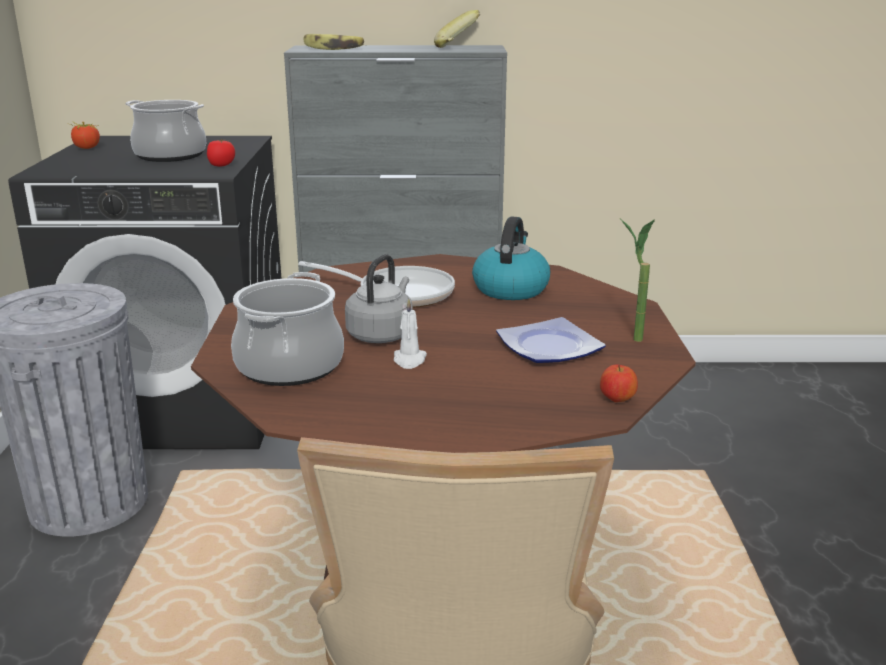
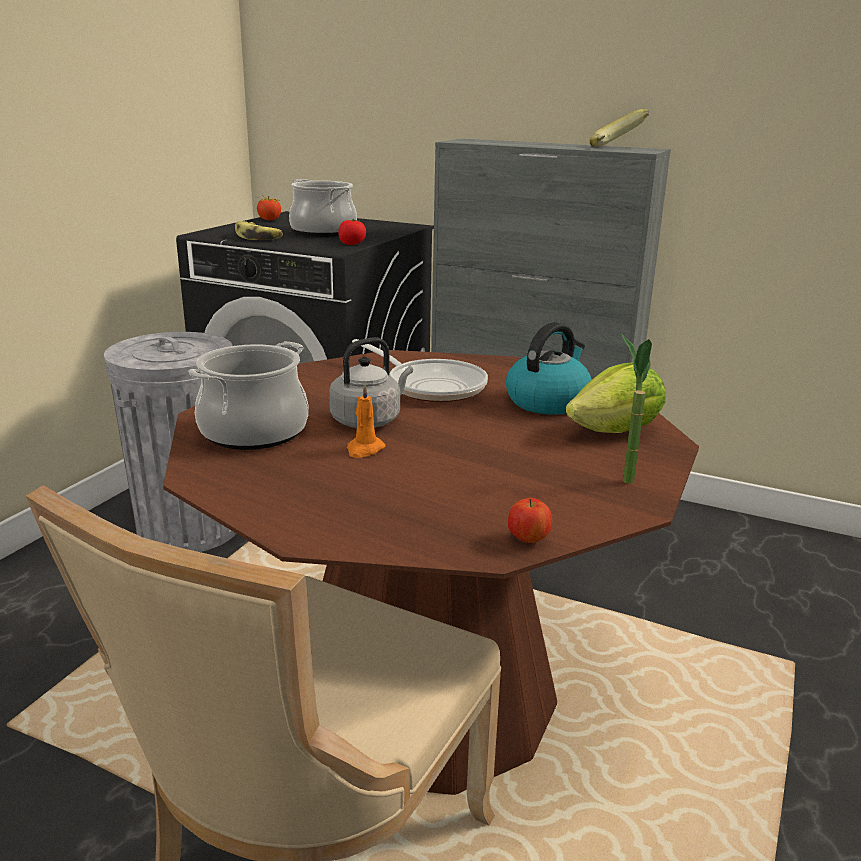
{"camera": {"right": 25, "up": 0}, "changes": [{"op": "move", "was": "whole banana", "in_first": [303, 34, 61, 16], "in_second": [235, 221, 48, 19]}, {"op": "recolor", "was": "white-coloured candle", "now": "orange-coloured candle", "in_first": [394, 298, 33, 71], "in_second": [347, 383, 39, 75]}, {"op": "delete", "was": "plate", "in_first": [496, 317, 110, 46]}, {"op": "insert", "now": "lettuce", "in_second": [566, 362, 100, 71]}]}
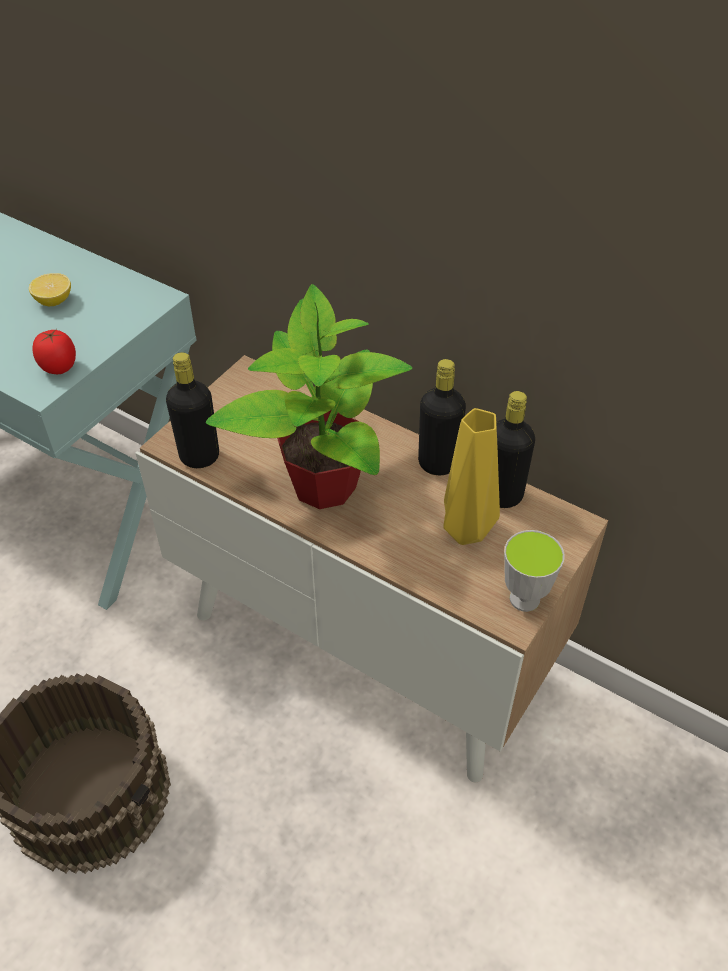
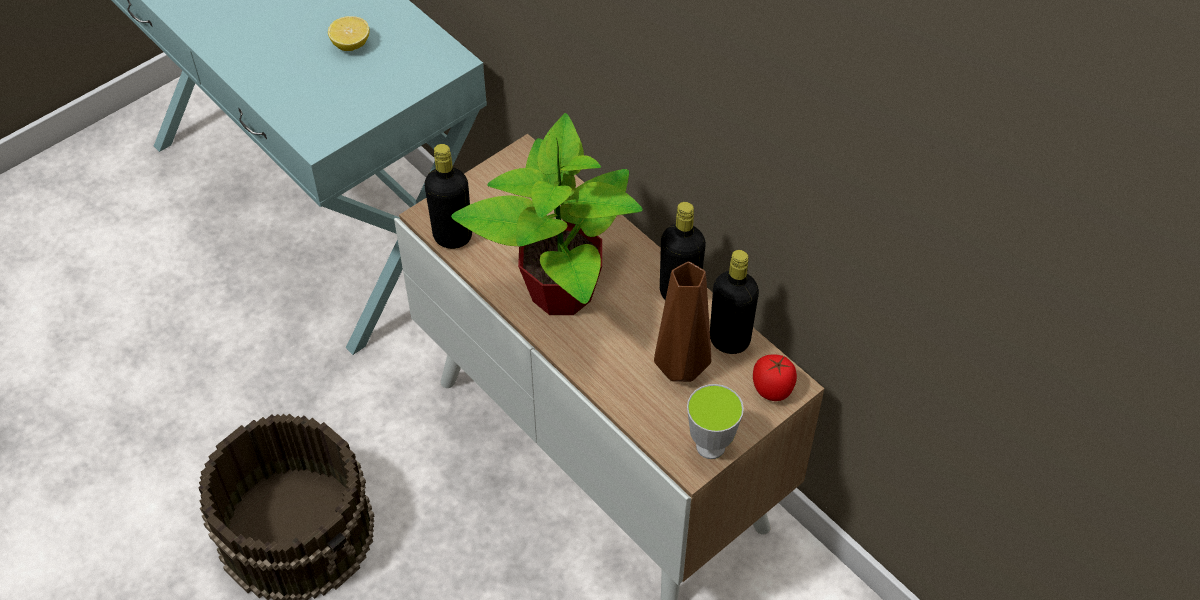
{"camera": {"right": 15, "up": 5}, "changes": [{"op": "move", "was": "fresh tomato", "in_first": [32, 330, 44, 44], "in_second": [753, 355, 44, 46]}, {"op": "recolor", "was": "yellowish vase", "now": "brown vase", "in_first": [443, 408, 57, 137], "in_second": [654, 261, 57, 121]}]}
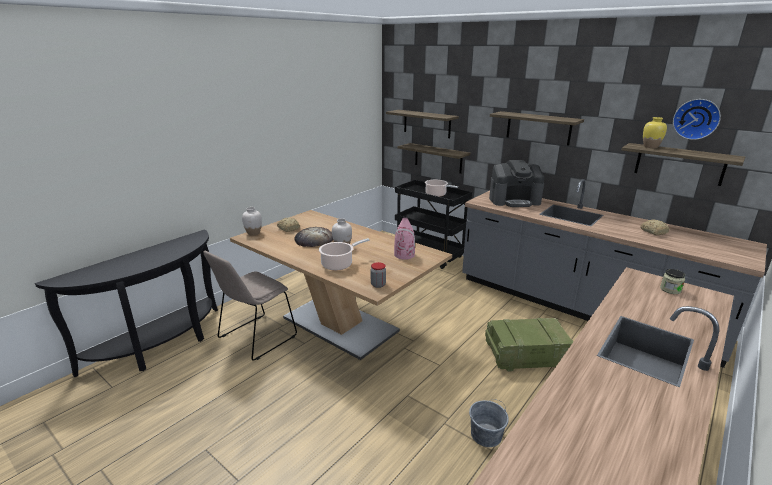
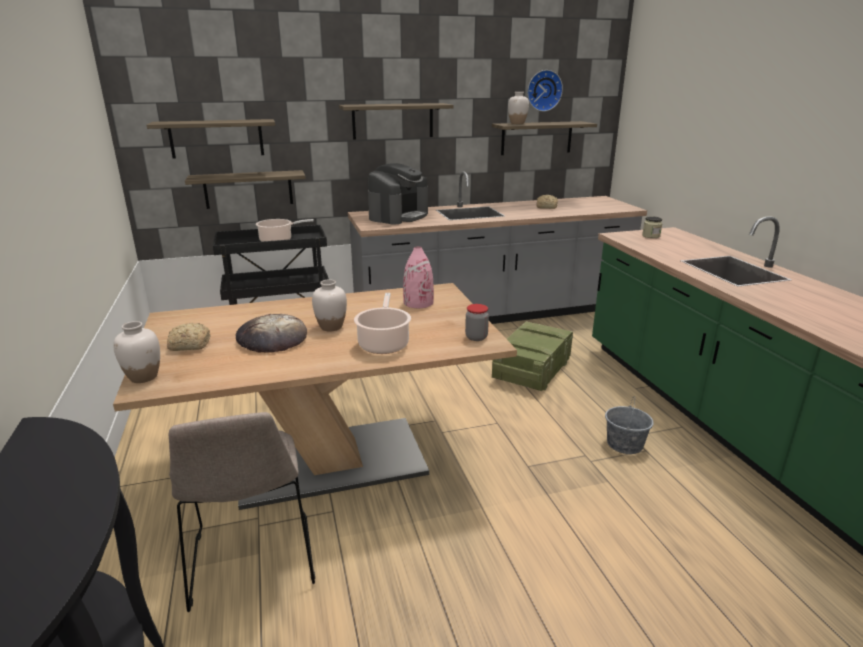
{"camera": {"right": -55, "up": 0}, "changes": [{"op": "recolor", "was": "yellowish vase", "now": "white-coloured vase", "in_first": [643, 117, 24, 31], "in_second": [508, 92, 21, 32]}]}
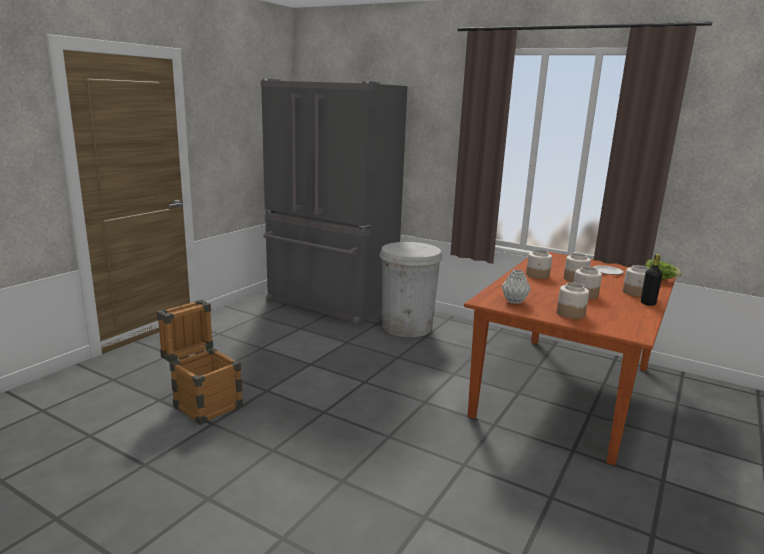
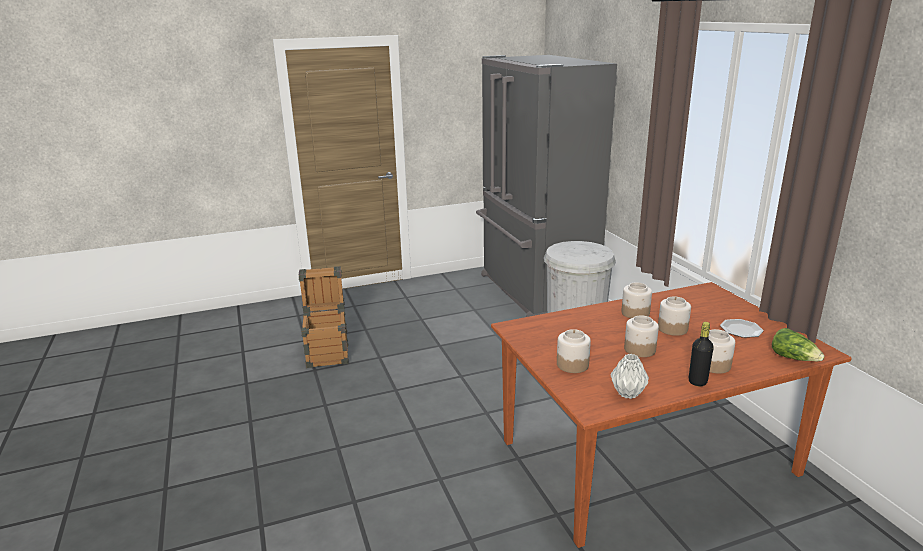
{"camera": {"right": 40, "up": 5}, "changes": [{"op": "move", "was": "gray vase", "in_first": [502, 270, 29, 34], "in_second": [610, 354, 39, 45]}]}
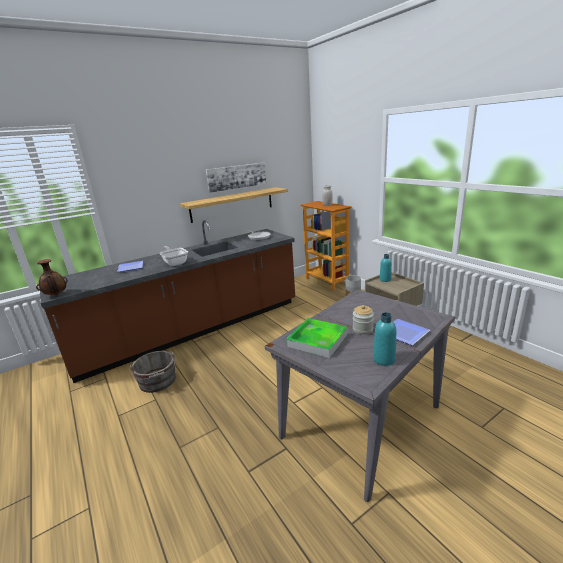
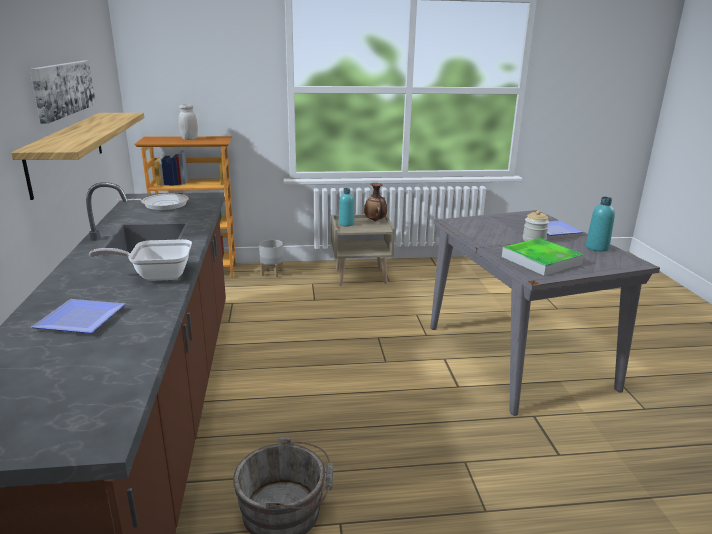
{"camera": {"right": -65, "up": 0}, "changes": [{"op": "move", "was": "vase", "in_first": [36, 259, 32, 36], "in_second": [364, 183, 23, 38]}]}
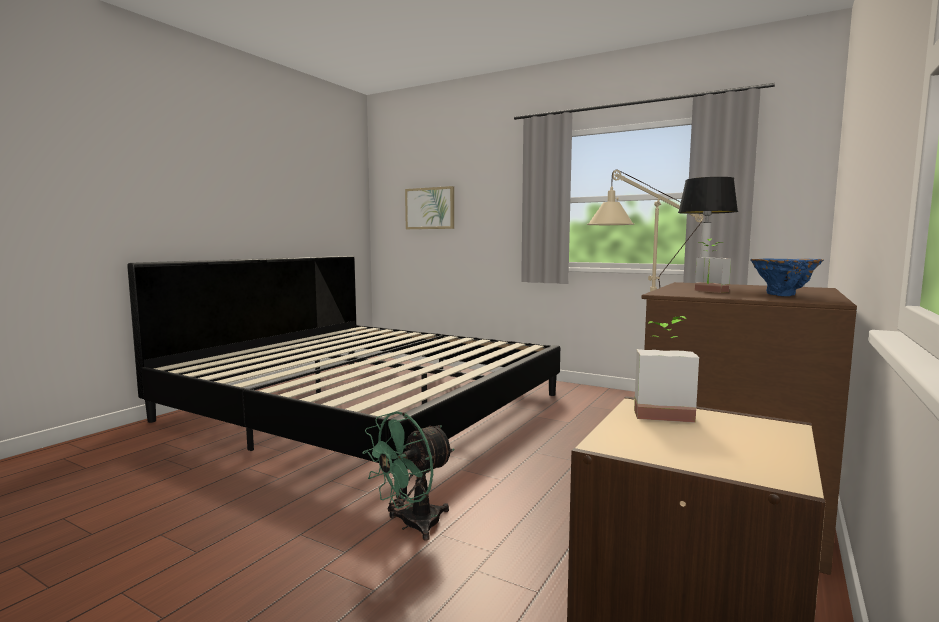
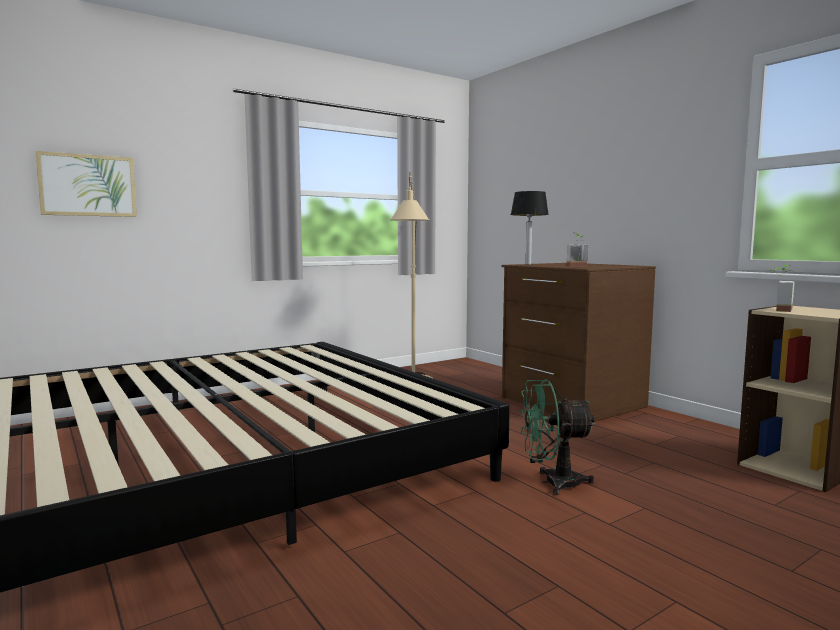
{"camera": {"right": -65, "up": 0}, "changes": [{"op": "delete", "was": "blue-coloured vase", "in_first": [750, 258, 74, 38]}, {"op": "rotate", "was": "green-coloured fan", "in_first": [362, 411, 92, 130], "in_second": [520, 379, 75, 116], "clockwise": 105}]}
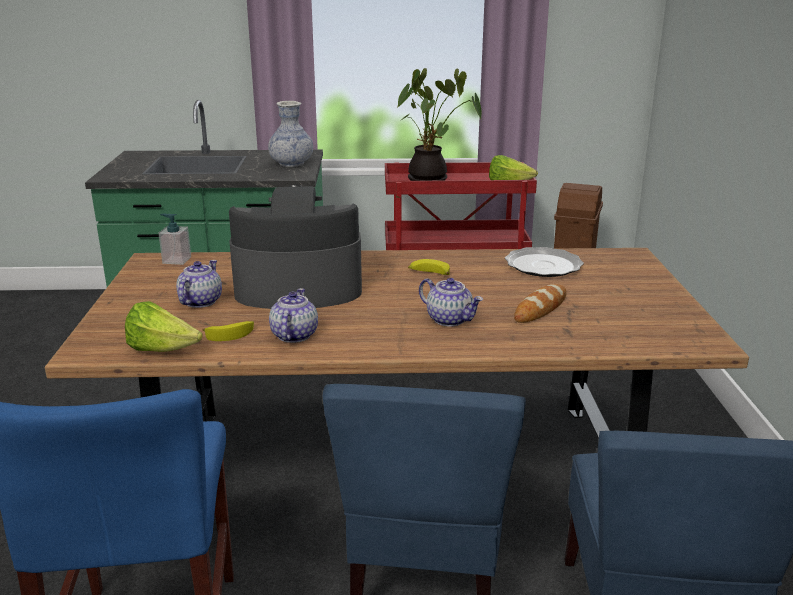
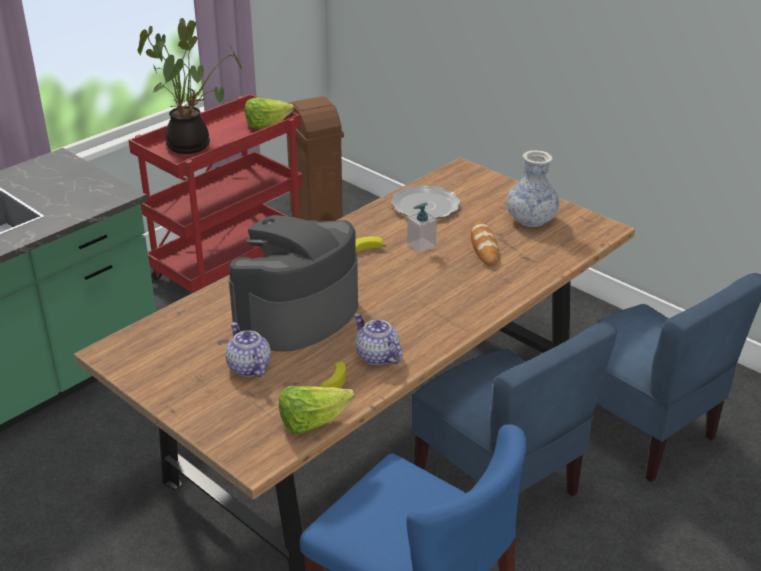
{"camera": {"right": -45, "up": 10}, "changes": [{"op": "move", "was": "vase", "in_first": [268, 101, 45, 66], "in_second": [507, 150, 53, 77]}, {"op": "move", "was": "liquid soap bottle", "in_first": [158, 214, 33, 51], "in_second": [407, 203, 30, 50]}, {"op": "delete", "was": "teapot", "in_first": [419, 278, 64, 49]}]}
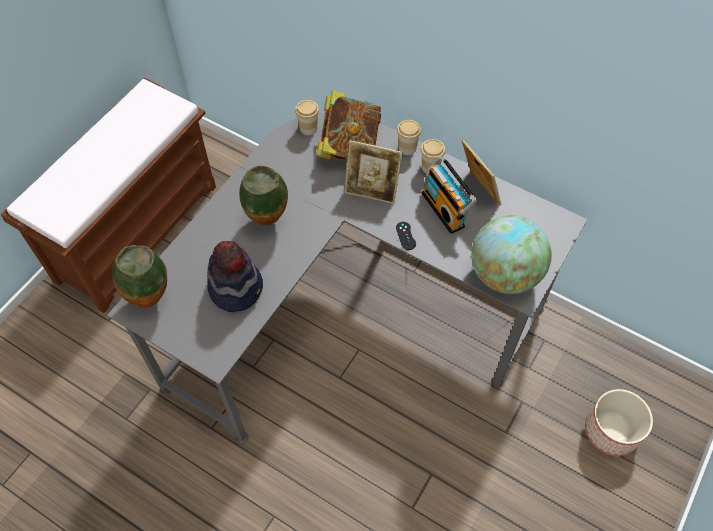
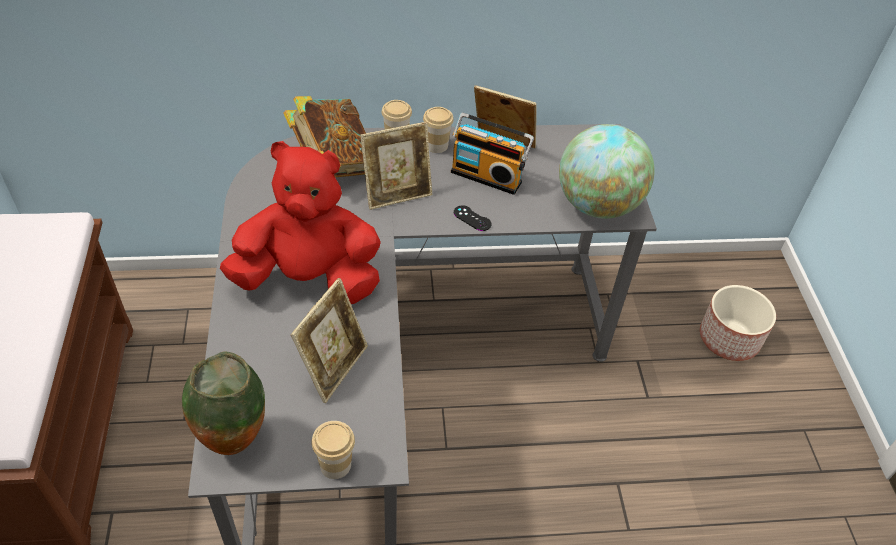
{"camera": {"right": -40, "up": -10}, "changes": [{"op": "move", "was": "small cup", "in_first": [295, 100, 24, 35], "in_second": [311, 421, 44, 58]}, {"op": "replace", "was": "vase", "now": "red-coloured soft toy", "in_first": [239, 166, 49, 60], "in_second": [220, 141, 161, 163]}, {"op": "replace", "was": "hat", "now": "standing frame", "in_first": [207, 241, 56, 71], "in_second": [291, 278, 77, 125]}]}
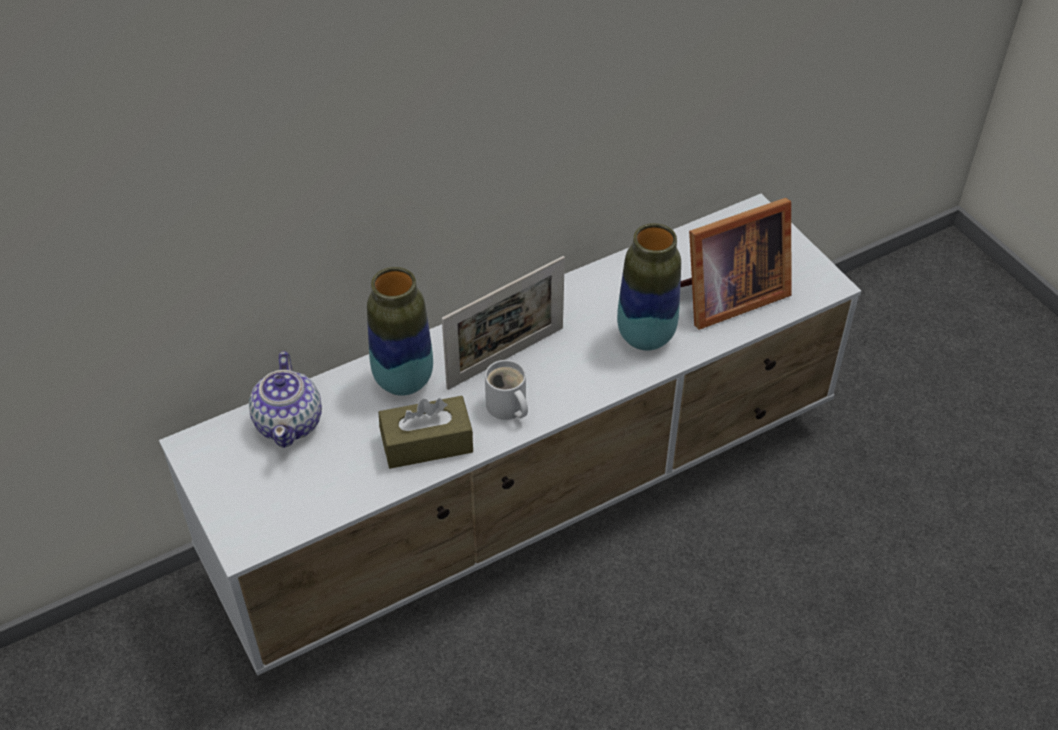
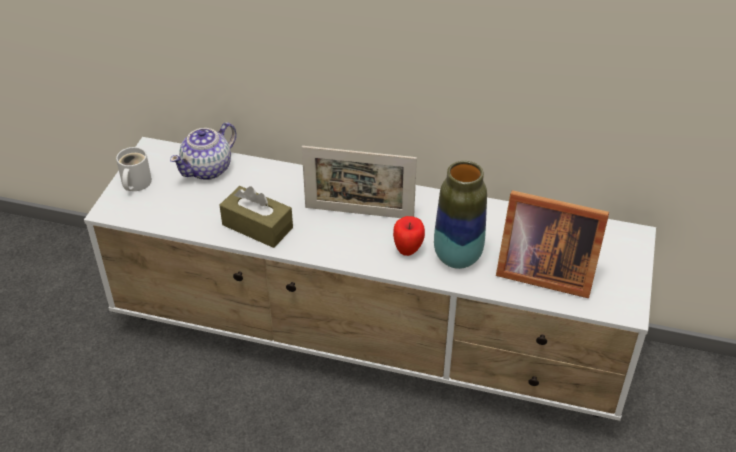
{"camera": {"right": 45, "up": -5}, "changes": [{"op": "delete", "was": "vase", "in_first": [367, 267, 66, 129]}, {"op": "move", "was": "white-coloured mug", "in_first": [485, 360, 43, 60], "in_second": [116, 147, 36, 44]}, {"op": "insert", "now": "whole apple", "in_second": [393, 216, 32, 40]}]}
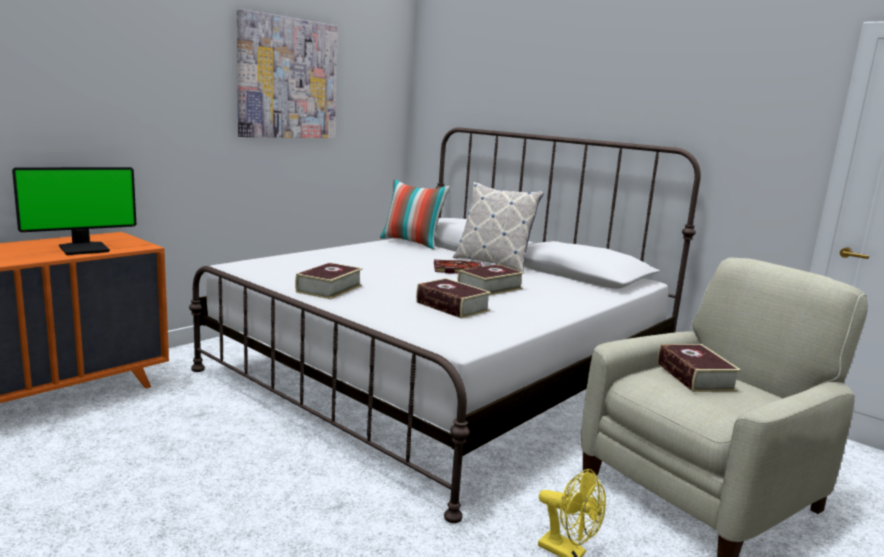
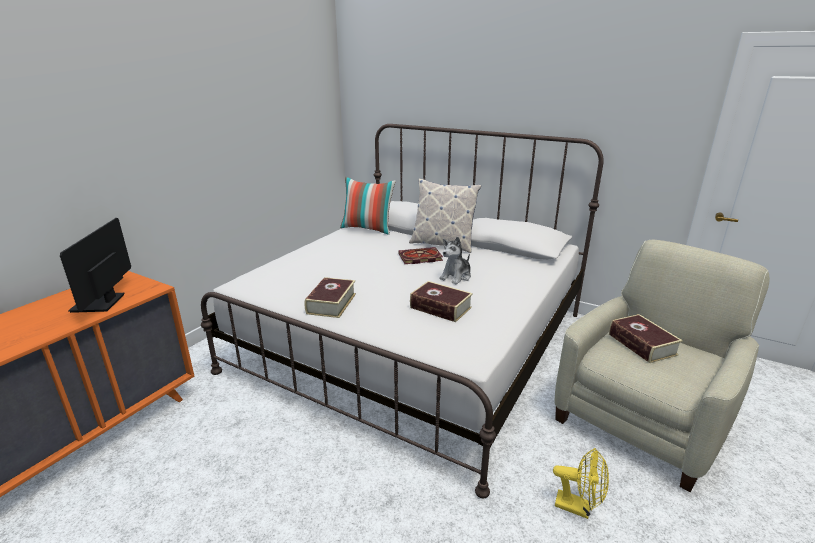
{"camera": {"right": -10, "up": 10}, "changes": [{"op": "delete", "was": "wall picture", "in_first": [237, 9, 101, 129]}, {"op": "rotate", "was": "computer display", "in_first": [12, 167, 124, 88], "in_second": [60, 218, 71, 95], "clockwise": 135}, {"op": "replace", "was": "bound book", "now": "soft toy", "in_first": [457, 264, 67, 31], "in_second": [440, 237, 31, 48]}]}
